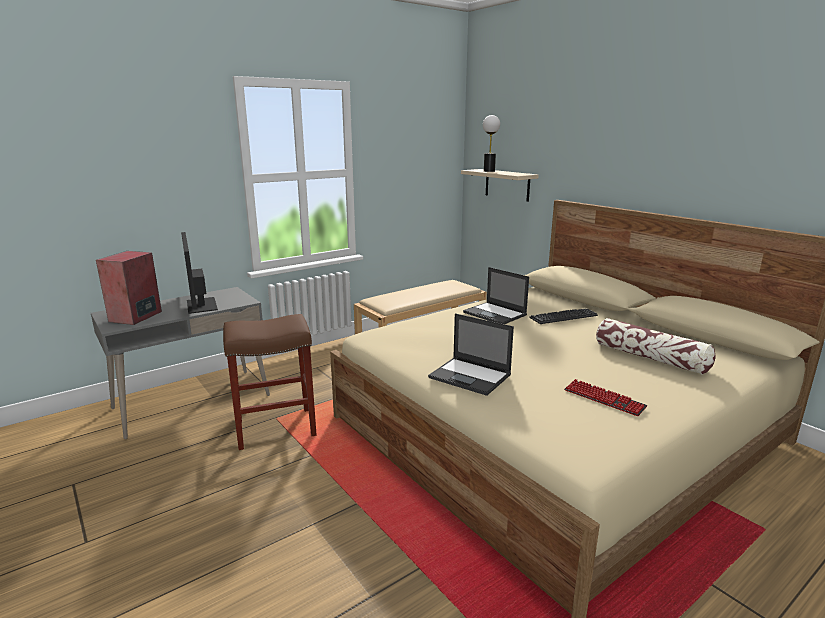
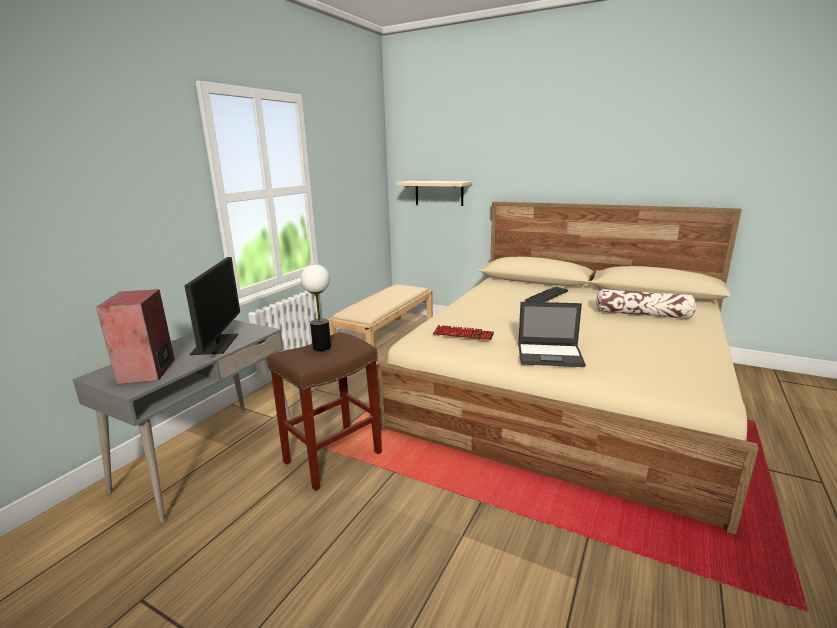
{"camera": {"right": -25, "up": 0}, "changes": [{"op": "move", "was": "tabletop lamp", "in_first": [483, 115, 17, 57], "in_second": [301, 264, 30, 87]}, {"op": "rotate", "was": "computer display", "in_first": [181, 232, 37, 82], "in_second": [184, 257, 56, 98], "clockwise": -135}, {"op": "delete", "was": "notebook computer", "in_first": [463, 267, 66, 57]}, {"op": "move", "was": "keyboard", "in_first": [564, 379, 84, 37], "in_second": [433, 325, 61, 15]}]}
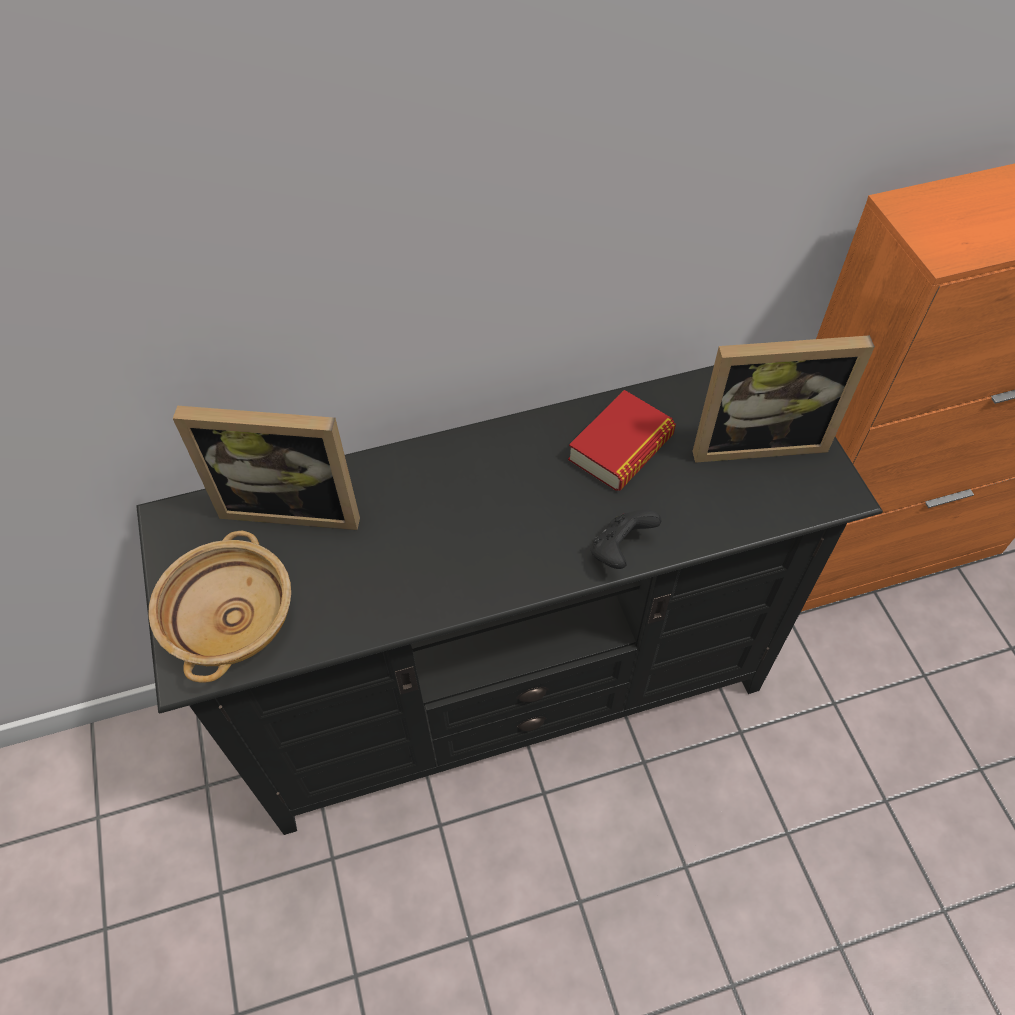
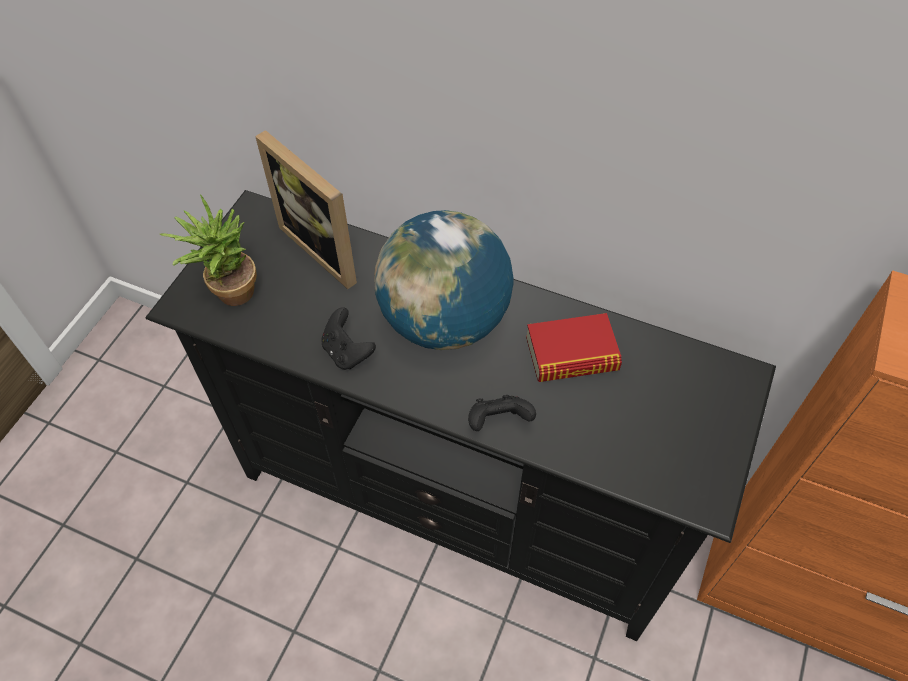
{"camera": {"right": 40, "up": 0}, "changes": [{"op": "delete", "was": "standing frame", "in_first": [692, 335, 183, 128]}, {"op": "replace", "was": "beige serving bowl", "now": "potted plant", "in_first": [148, 530, 143, 152], "in_second": [160, 194, 97, 112]}, {"op": "insert", "now": "globe", "in_second": [374, 210, 140, 140]}, {"op": "insert", "now": "black gamepad", "in_second": [321, 307, 55, 63]}]}
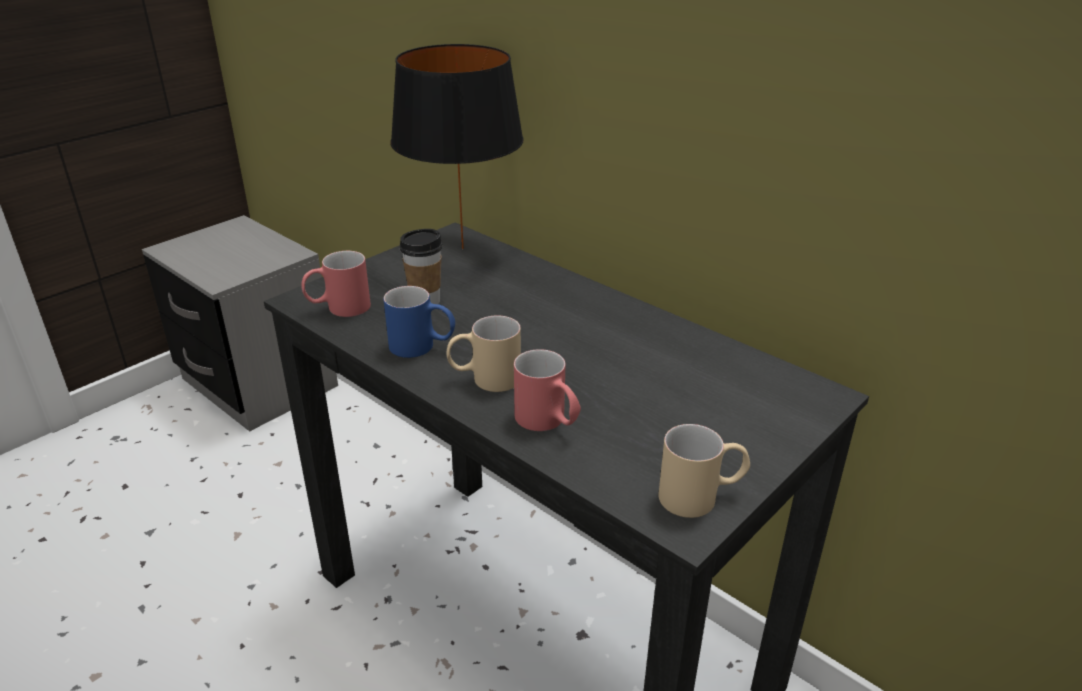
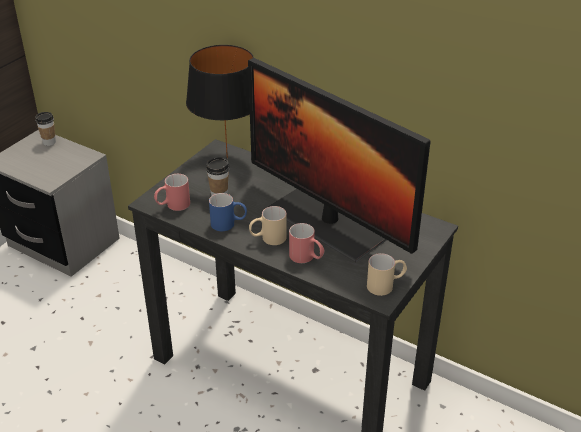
{"camera": {"right": -10, "up": 5}, "changes": [{"op": "insert", "now": "computer display", "in_second": [248, 58, 183, 204]}, {"op": "insert", "now": "small cup", "in_second": [35, 112, 21, 34]}]}
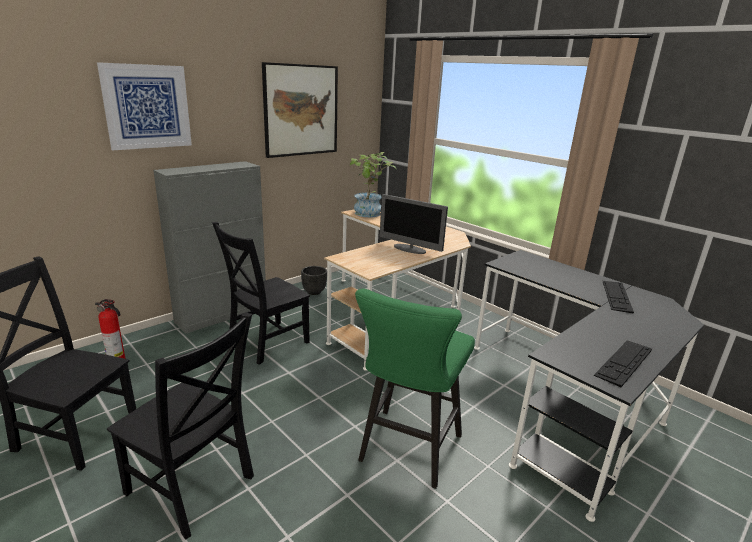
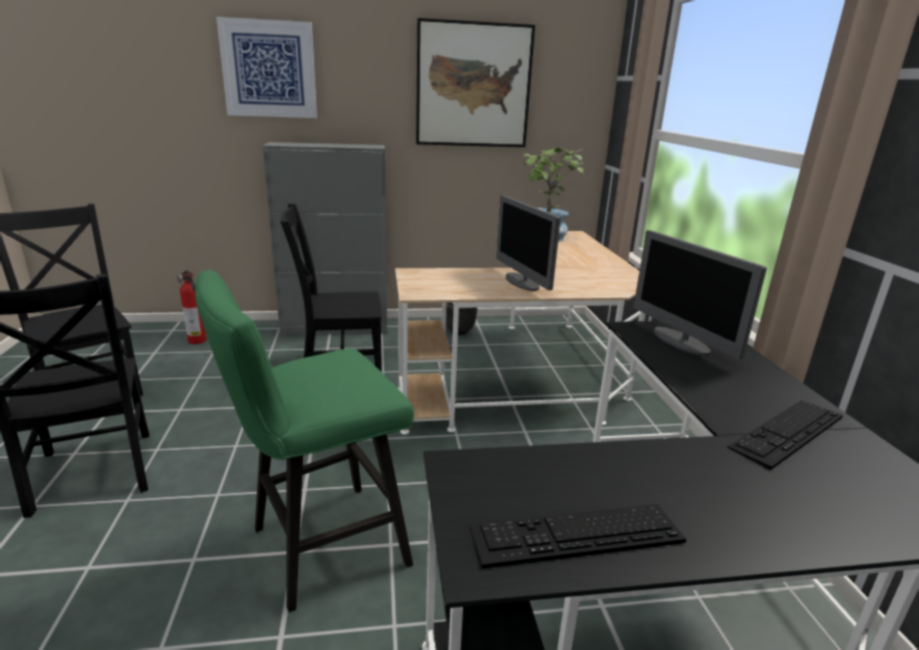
{"camera": {"right": 35, "up": 0}, "changes": [{"op": "insert", "now": "computer display", "in_second": [633, 230, 134, 129]}]}
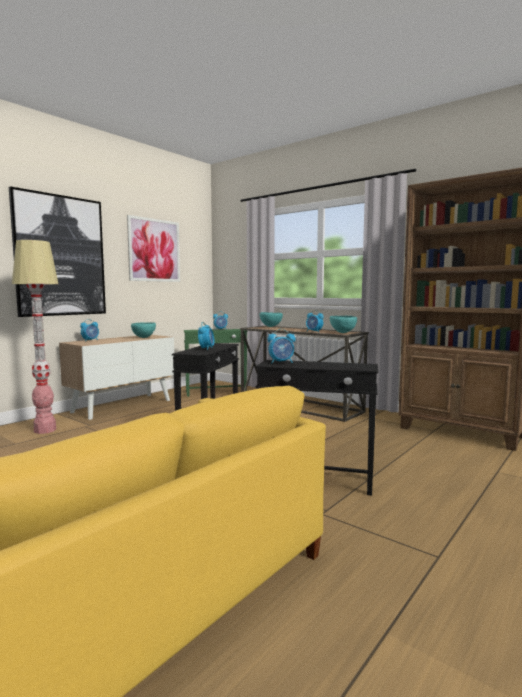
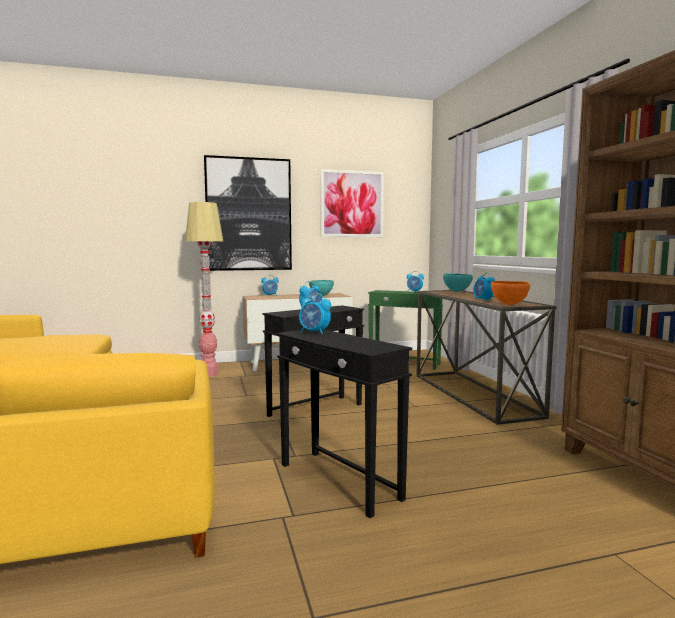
{"camera": {"right": 35, "up": 0}, "changes": [{"op": "recolor", "was": "blue-green serving bowl", "now": "orange-coloured serving bowl", "in_first": [330, 316, 27, 17], "in_second": [491, 281, 39, 24]}]}
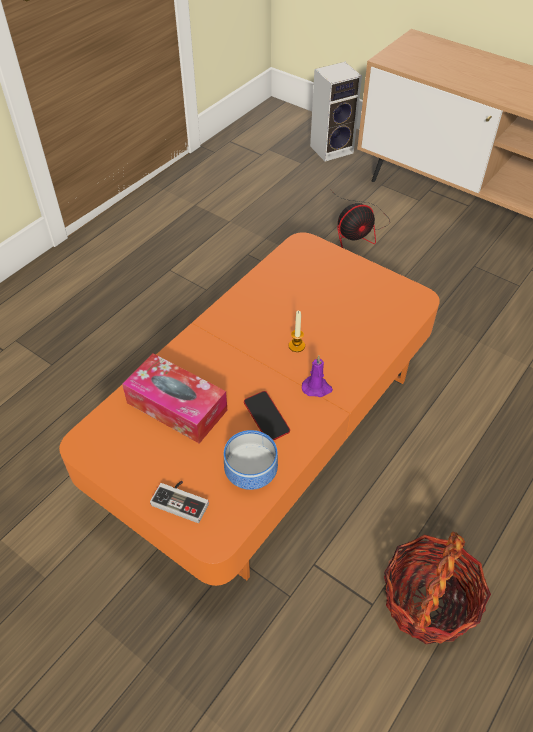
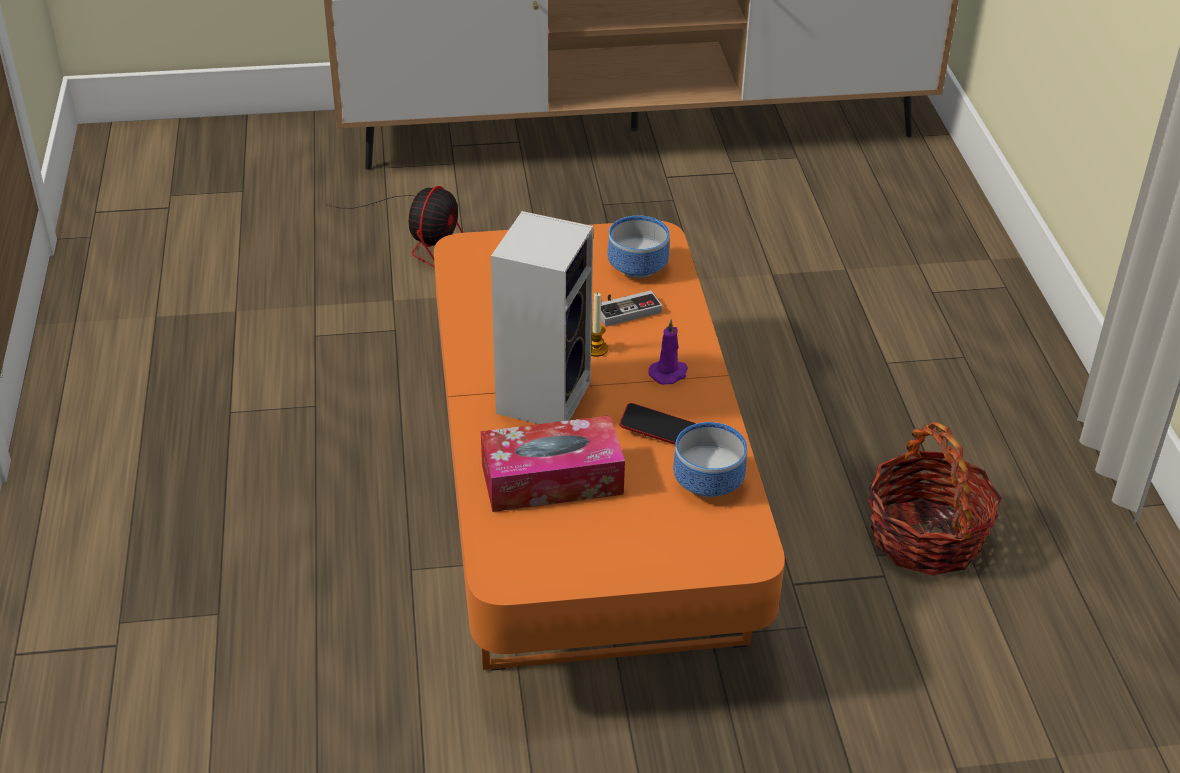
{"camera": {"right": -45, "up": -10}, "changes": [{"op": "move", "was": "speaker", "in_first": [310, 62, 52, 100], "in_second": [491, 211, 102, 213]}, {"op": "move", "was": "gamepad", "in_first": [150, 481, 59, 42], "in_second": [601, 291, 61, 35]}, {"op": "insert", "now": "serving bowl", "in_second": [608, 216, 62, 62]}]}
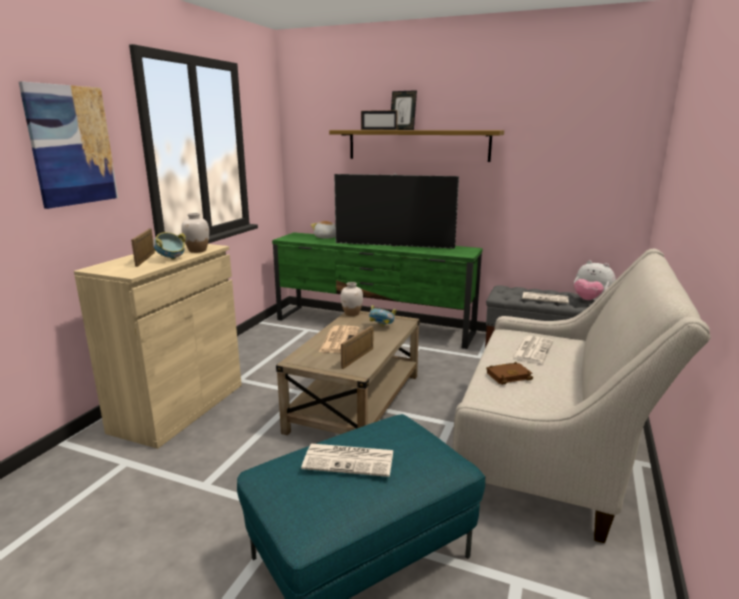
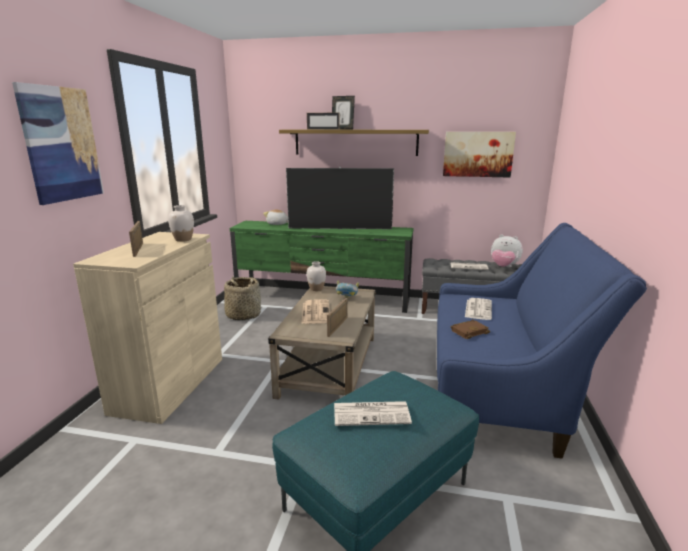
{"camera": {"right": -10, "up": 0}, "changes": [{"op": "delete", "was": "serving bowl", "in_first": [153, 232, 33, 28]}, {"op": "recolor", "was": "beige sofa", "now": "blue-coloured sofa", "in_first": [452, 248, 259, 295], "in_second": [437, 223, 210, 236]}, {"op": "insert", "now": "wall picture", "in_second": [443, 132, 73, 45]}, {"op": "insert", "now": "storage basket", "in_second": [224, 276, 37, 45]}]}
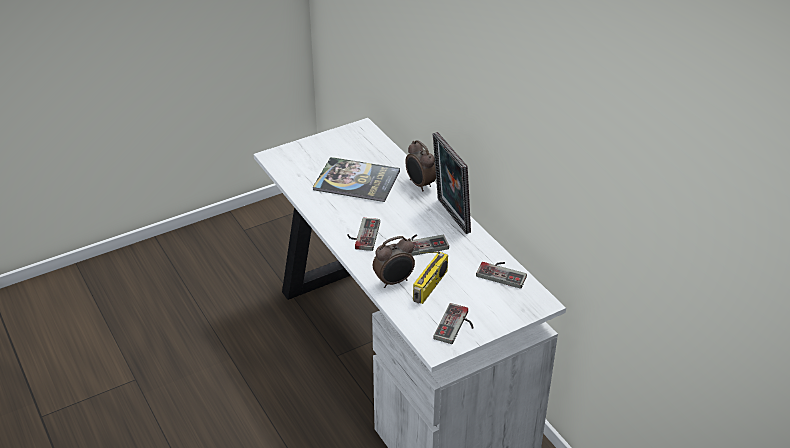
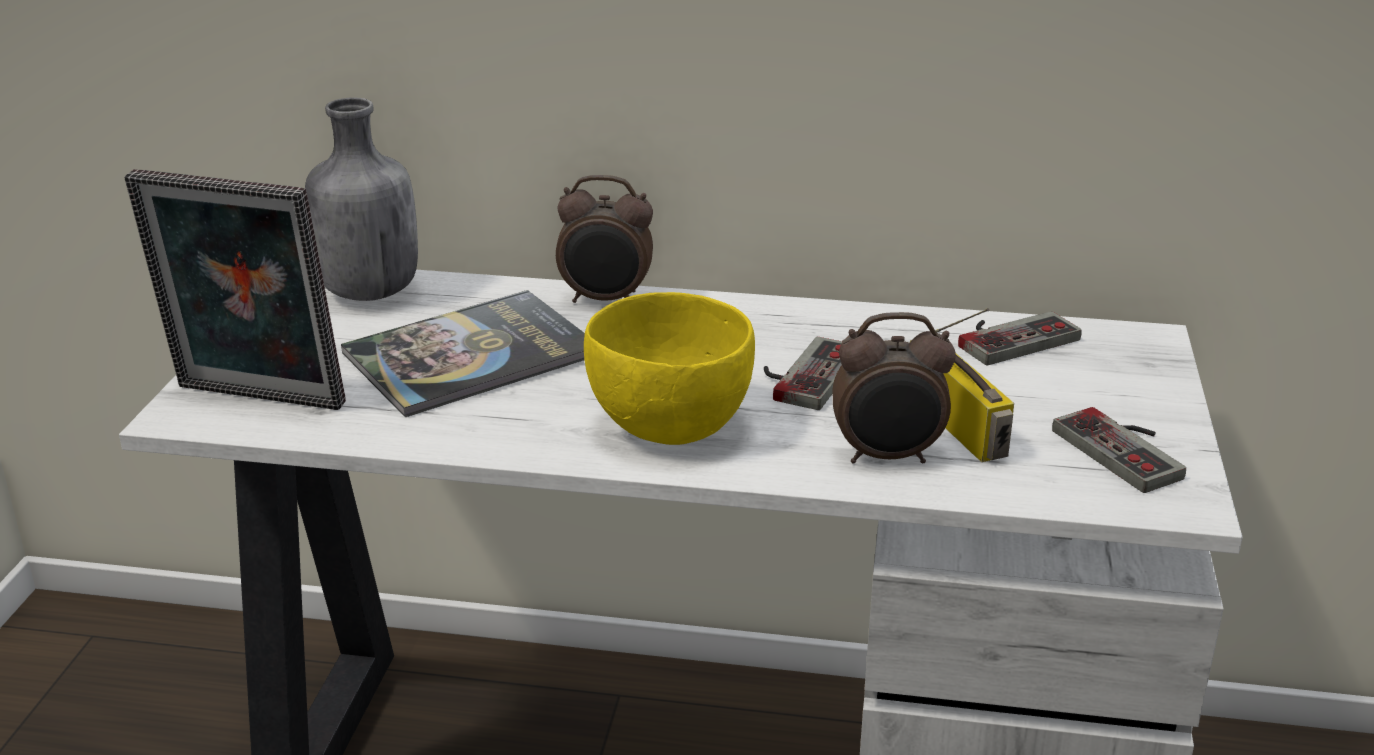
{"camera": {"right": -50, "up": -10}, "changes": [{"op": "move", "was": "standing frame", "in_first": [433, 132, 38, 102], "in_second": [124, 169, 222, 241]}, {"op": "replace", "was": "gamepad", "now": "yellowish serving bowl", "in_first": [348, 218, 32, 33], "in_second": [584, 292, 171, 153]}, {"op": "rotate", "was": "alarm clock", "in_first": [373, 236, 42, 52], "in_second": [832, 312, 124, 152], "clockwise": 75}, {"op": "insert", "now": "gray drink bottle", "in_second": [305, 98, 113, 203]}]}
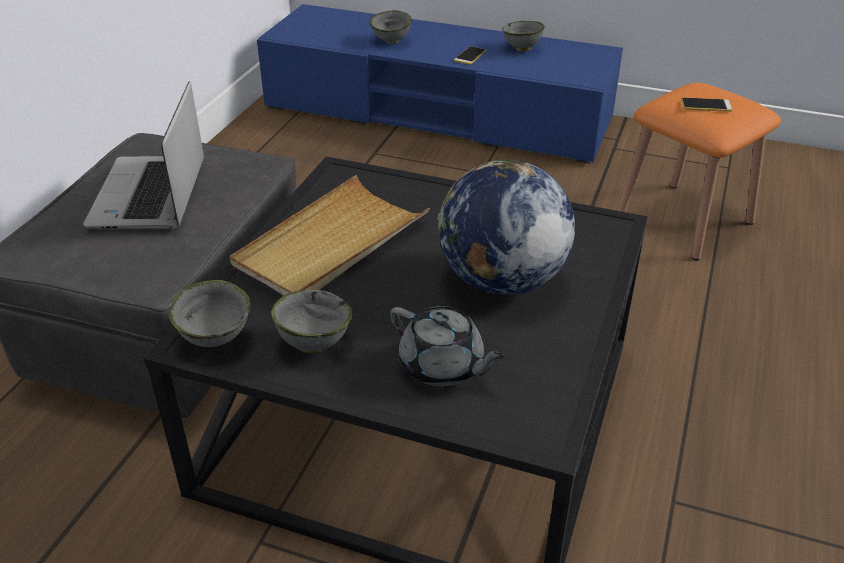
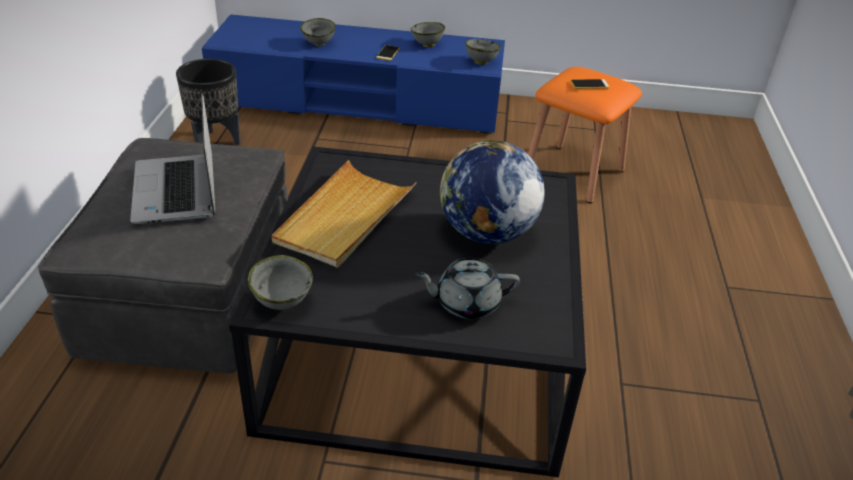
{"camera": {"right": -15, "up": 0}, "changes": [{"op": "move", "was": "gray serving bowl", "in_first": [271, 290, 82, 64], "in_second": [466, 39, 35, 26]}, {"op": "rotate", "was": "gray teapot", "in_first": [390, 306, 115, 81], "in_second": [415, 258, 105, 61], "clockwise": 150}, {"op": "insert", "now": "black plant pot", "in_second": [176, 59, 65, 86]}]}
